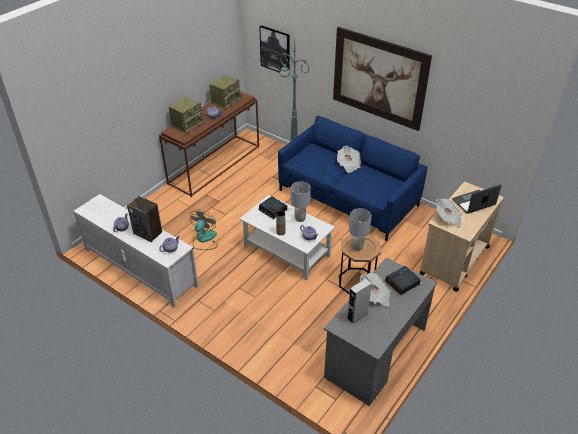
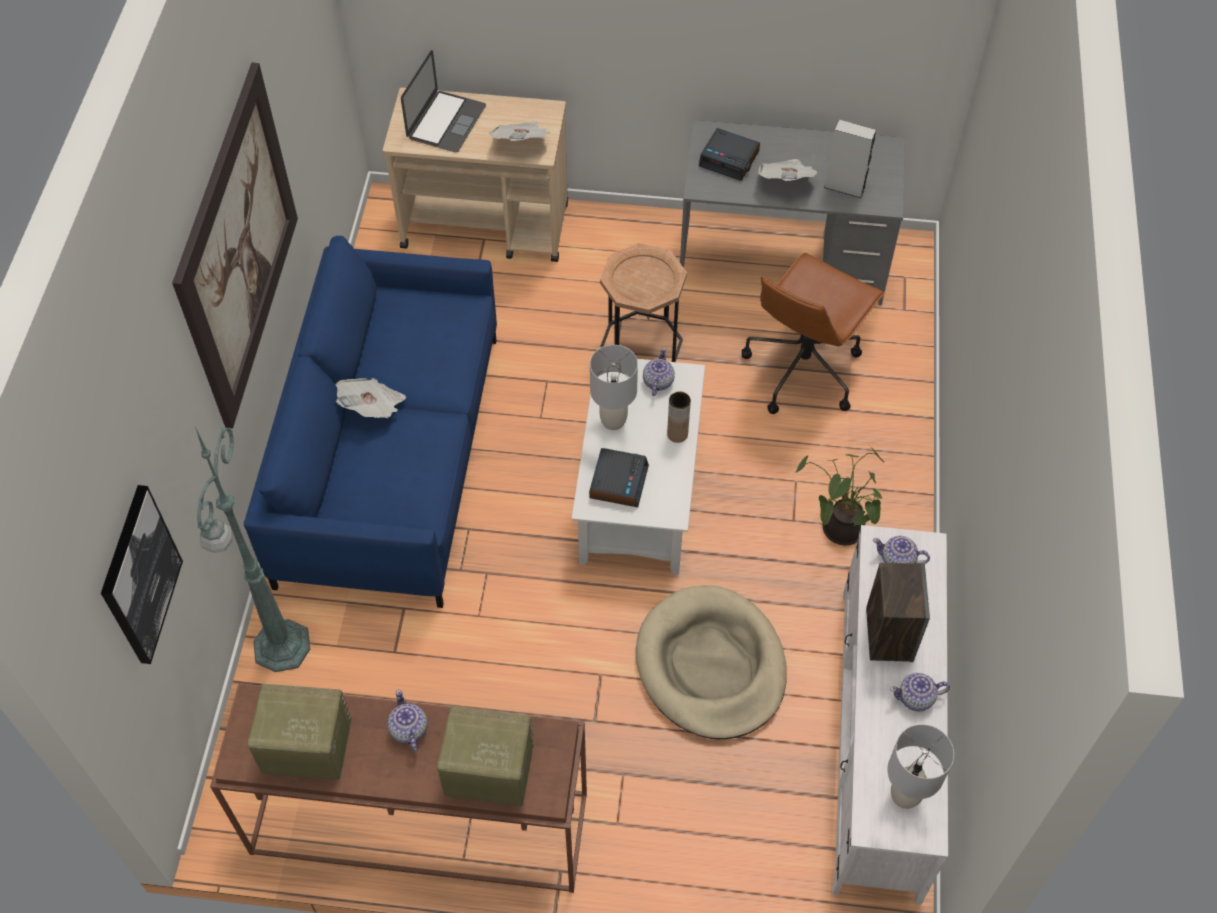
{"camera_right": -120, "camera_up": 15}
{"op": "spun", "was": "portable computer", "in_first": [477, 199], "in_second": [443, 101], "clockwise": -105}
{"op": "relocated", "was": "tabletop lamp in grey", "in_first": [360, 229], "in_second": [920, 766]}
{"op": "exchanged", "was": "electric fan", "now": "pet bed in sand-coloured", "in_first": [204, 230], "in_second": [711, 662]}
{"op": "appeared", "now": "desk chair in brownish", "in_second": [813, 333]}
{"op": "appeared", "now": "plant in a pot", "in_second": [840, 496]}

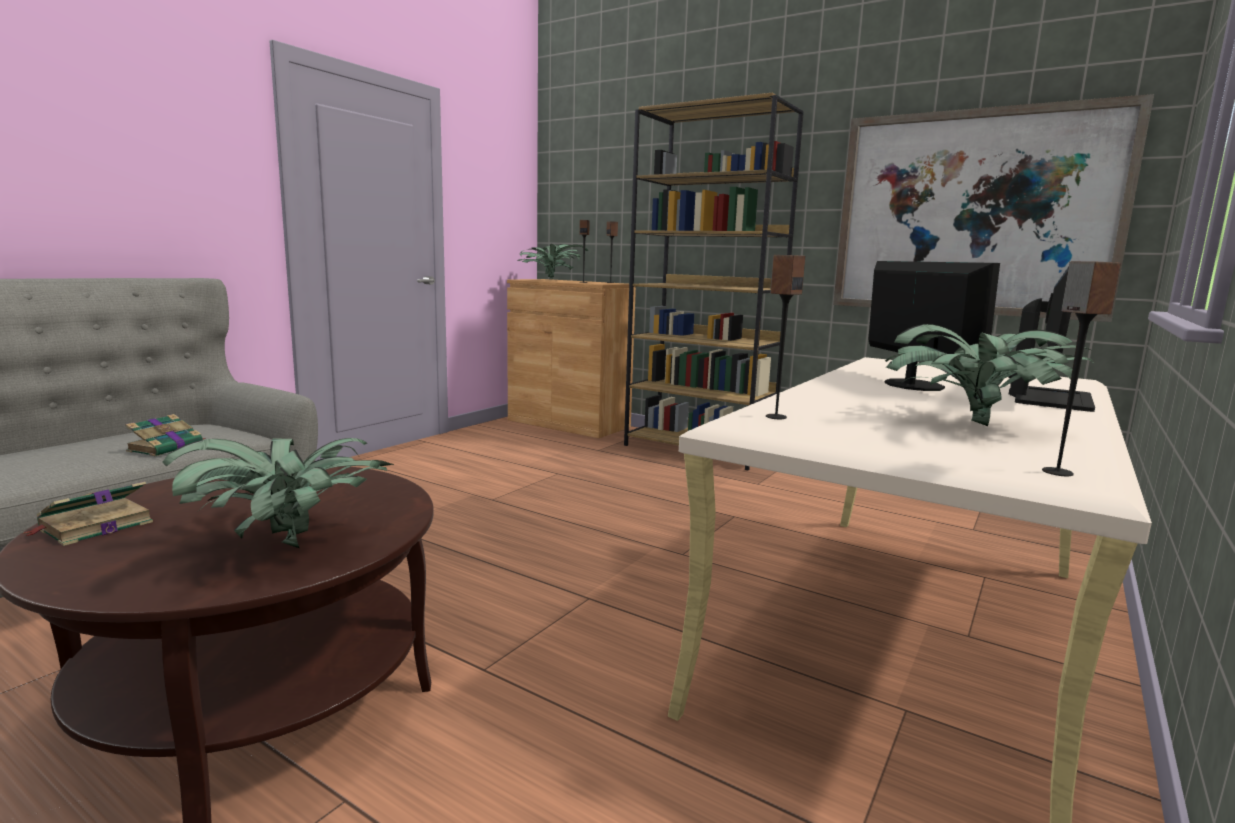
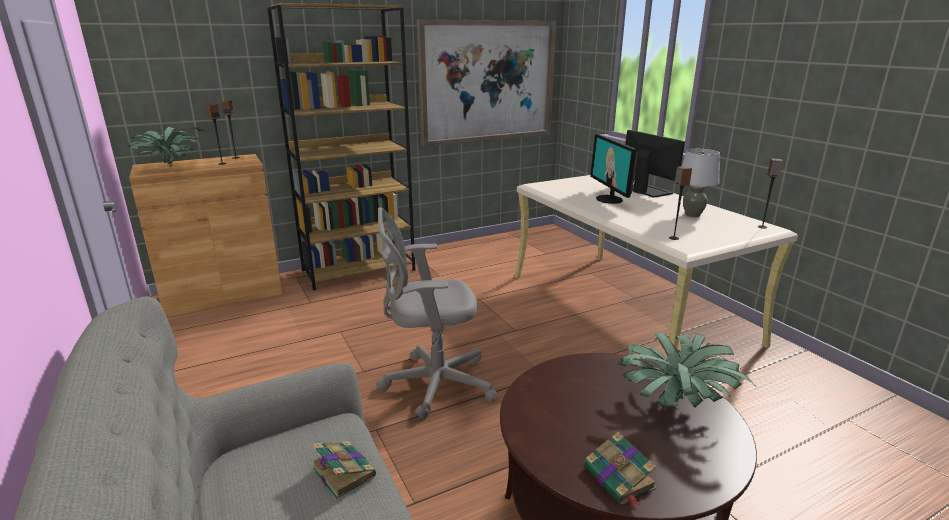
{"camera_right": -60, "camera_up": 10}
{"op": "spun", "was": "computer screen", "in_first": [934, 326], "in_second": [614, 169], "clockwise": -120}
{"op": "exchanged", "was": "plant in a pot", "now": "tabletop lamp in grey", "in_first": [990, 375], "in_second": [701, 183]}
{"op": "appeared", "now": "desk chair in grey", "in_second": [437, 313]}

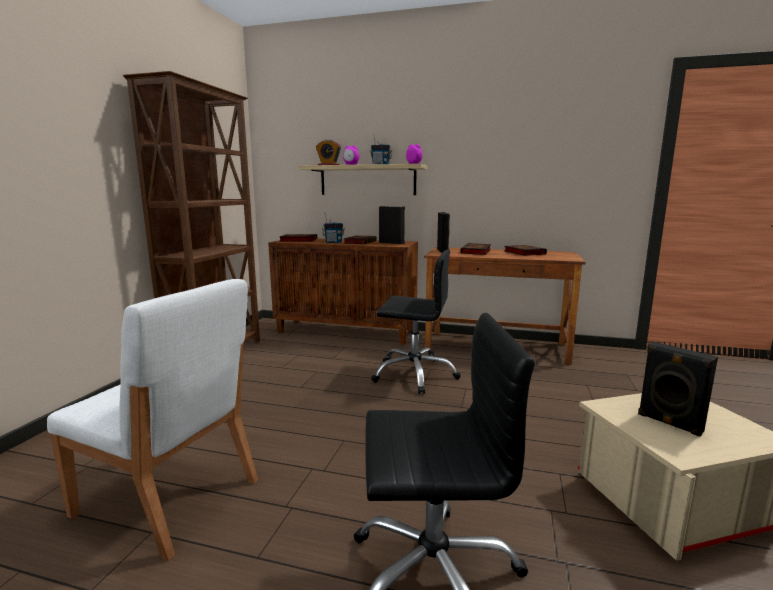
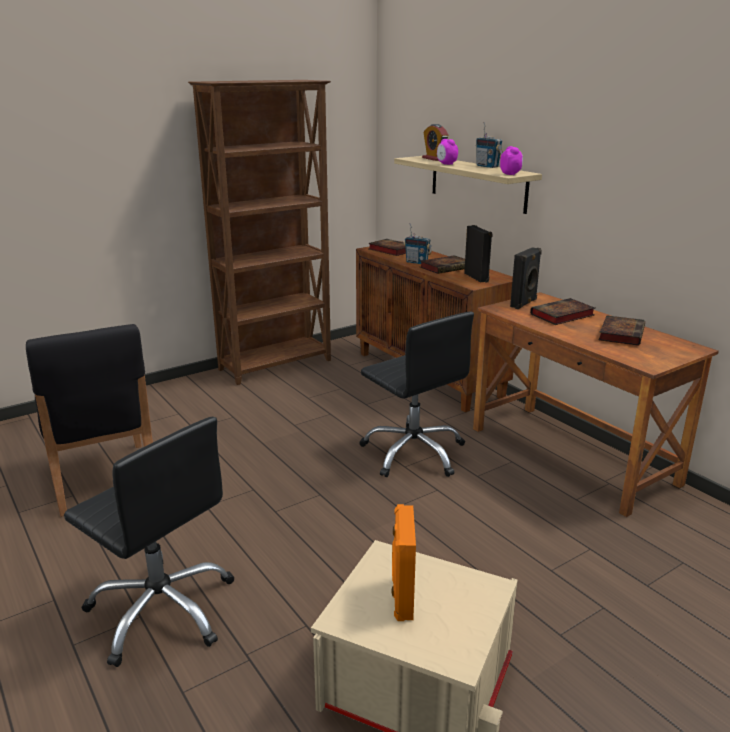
{"camera_right": 40, "camera_up": 10}
{"op": "colour", "was": "plain chair in whitish", "now": "plain chair in black", "in_first": [152, 420], "in_second": [89, 420]}
{"op": "colour", "was": "loudspeaker in black", "now": "loudspeaker in orange-coloured", "in_first": [678, 389], "in_second": [404, 562]}

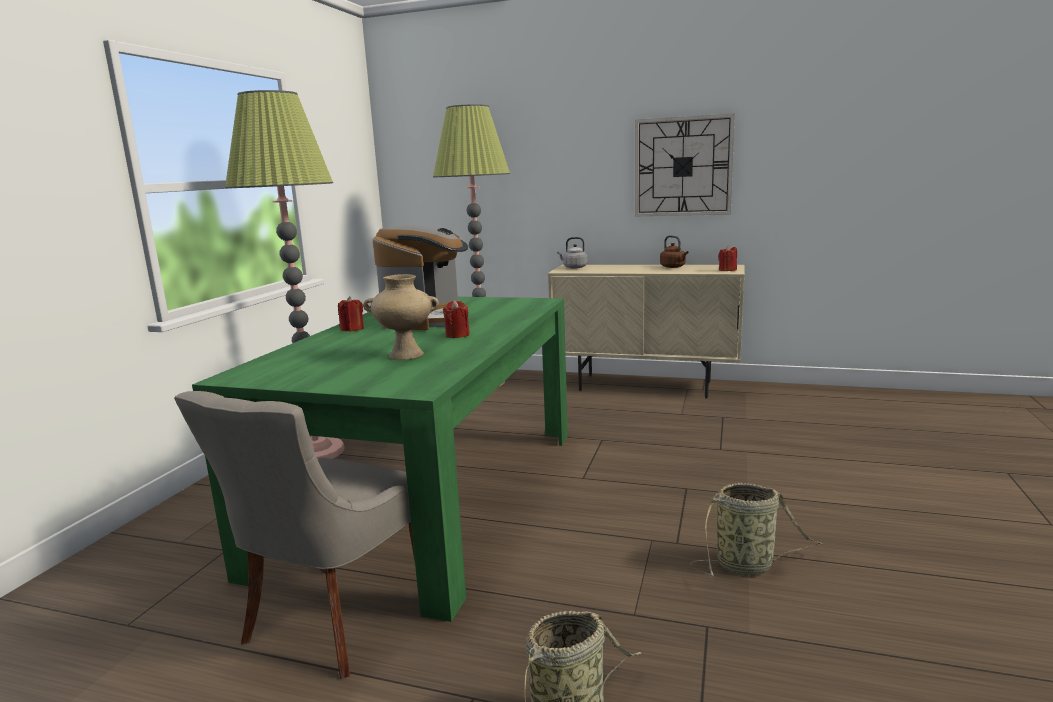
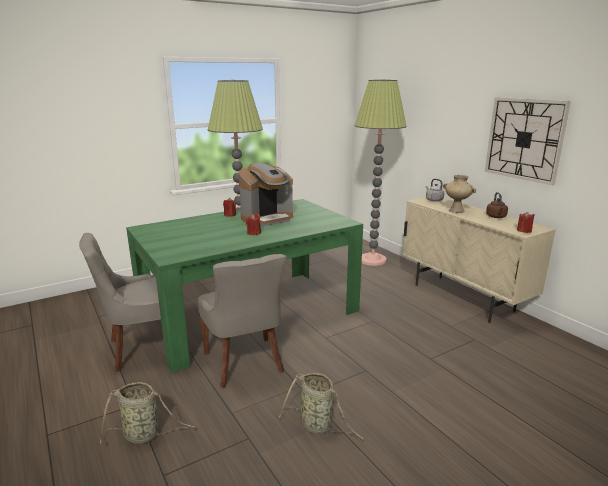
{"camera_right": 40, "camera_up": 5}
{"op": "relocated", "was": "decorative vase in sand-coloured", "in_first": [401, 317], "in_second": [459, 194]}
{"op": "appeared", "now": "plain chair in grey", "in_second": [241, 321]}

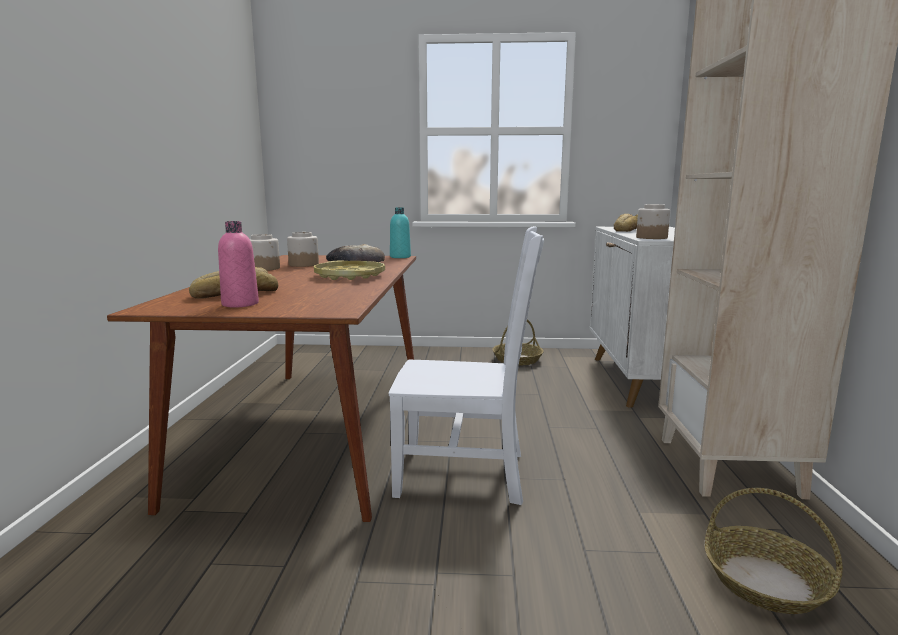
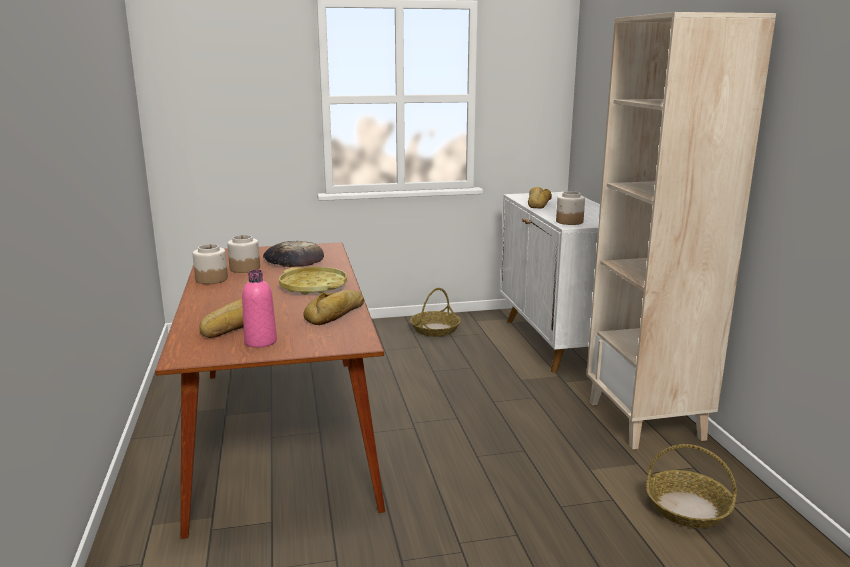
{"camera_right": -15, "camera_up": 5}
{"op": "missing", "was": "drink bottle in blue-green", "in_first": [400, 232]}
{"op": "missing", "was": "plain chair in whitish", "in_first": [466, 365]}
{"op": "appeared", "now": "baked bread", "in_second": [333, 307]}

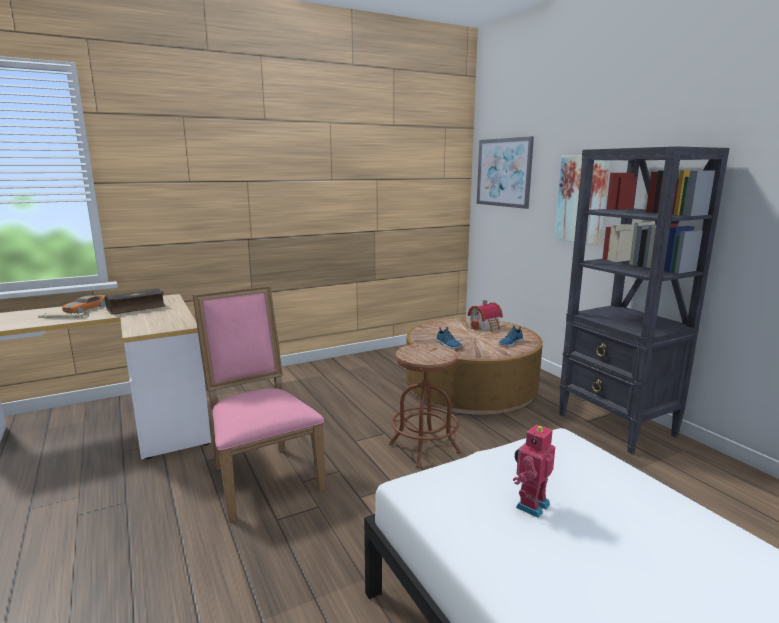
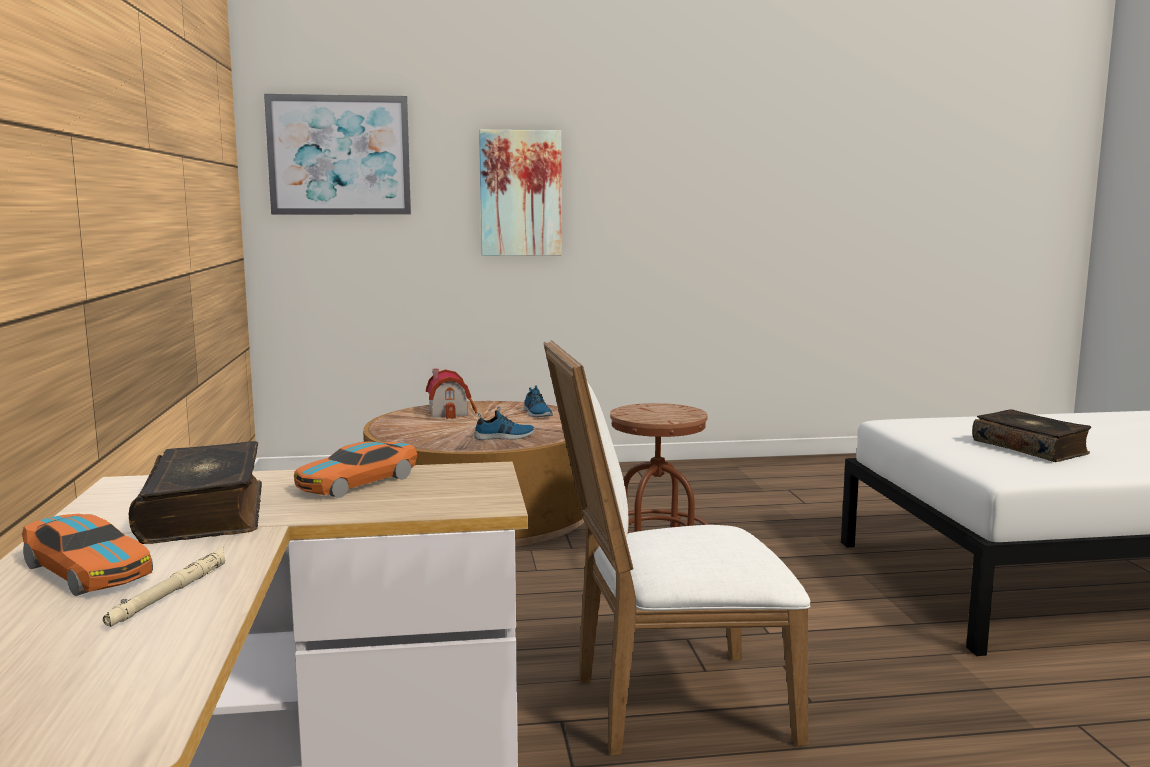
{"camera_right": -70, "camera_up": -5}
{"op": "missing", "was": "shelving unit in black", "in_first": [644, 300]}
{"op": "colour", "was": "plain chair in pink", "now": "plain chair in whitish", "in_first": [259, 404], "in_second": [676, 548]}
{"op": "exchanged", "was": "model robot", "now": "bound book", "in_first": [534, 470], "in_second": [1031, 435]}
{"op": "appeared", "now": "toy car", "in_second": [355, 469]}

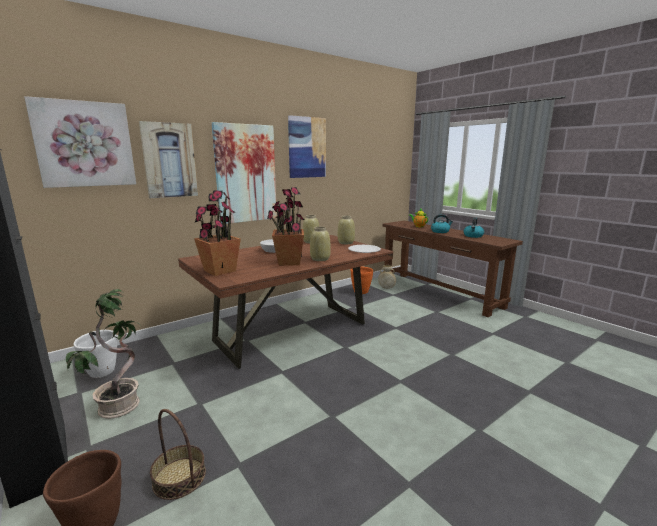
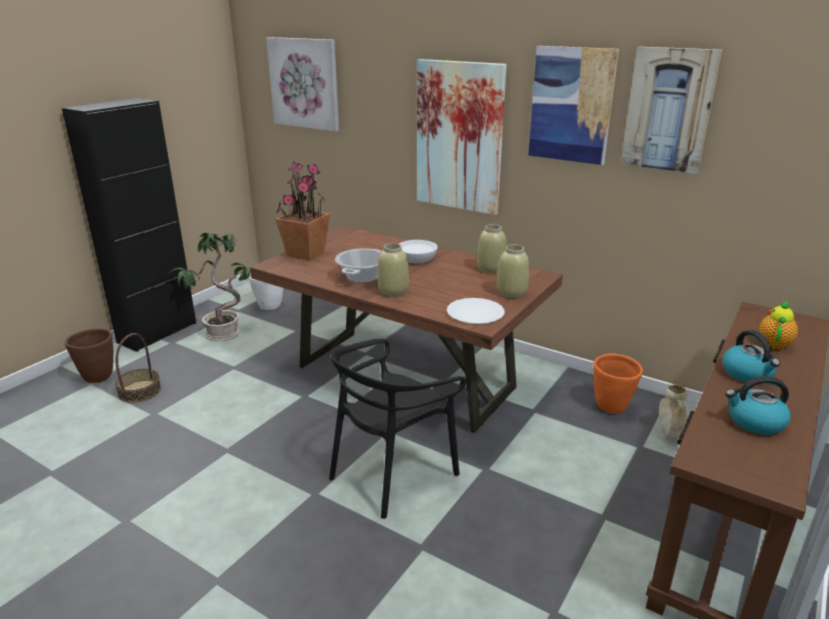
{"camera_right": 70, "camera_up": 10}
{"op": "relocated", "was": "wall picture", "in_first": [168, 159], "in_second": [671, 110]}
{"op": "exchanged", "was": "plant in a pot", "now": "cooking pot", "in_first": [286, 226], "in_second": [358, 265]}
{"op": "appeared", "now": "plain chair in black", "in_second": [397, 428]}

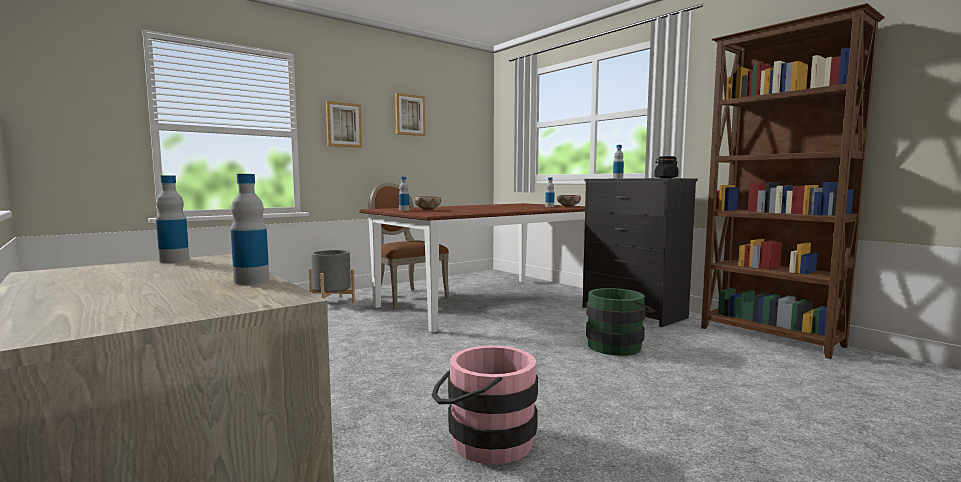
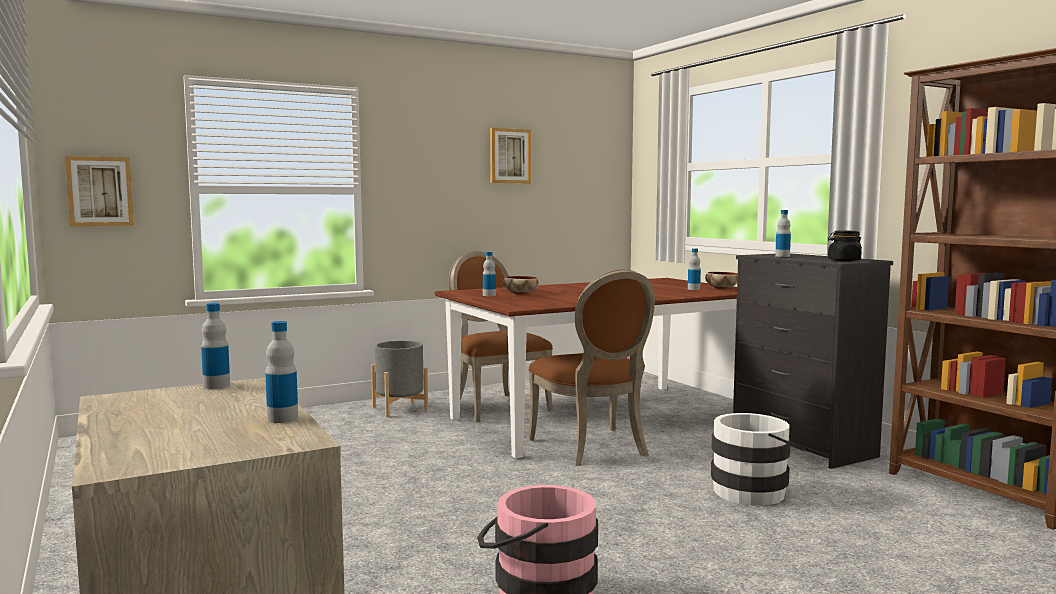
{"camera_right": 10, "camera_up": 0}
{"op": "relocated", "was": "wall picture", "in_first": [344, 124], "in_second": [99, 191]}
{"op": "colour", "was": "water bucket in greenish", "now": "water bucket in whitish", "in_first": [620, 322], "in_second": [758, 459]}
{"op": "appeared", "now": "plain chair in brownish", "in_second": [591, 367]}

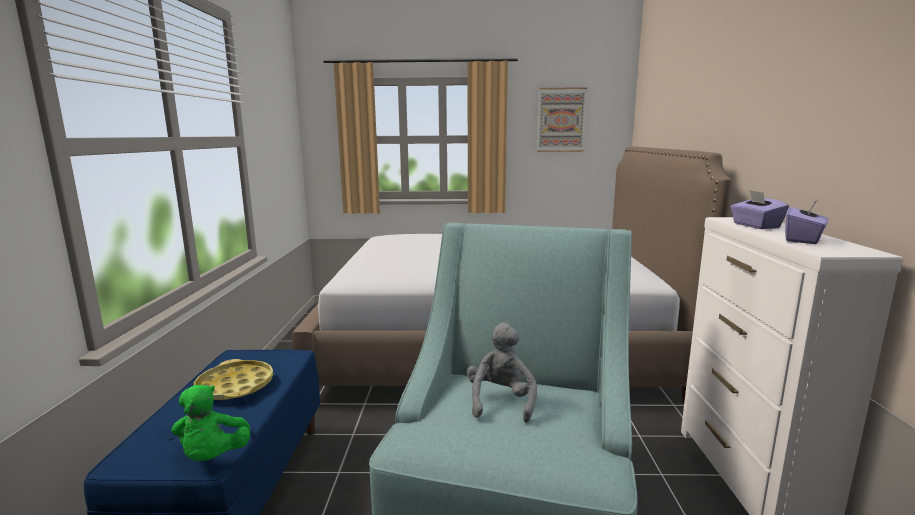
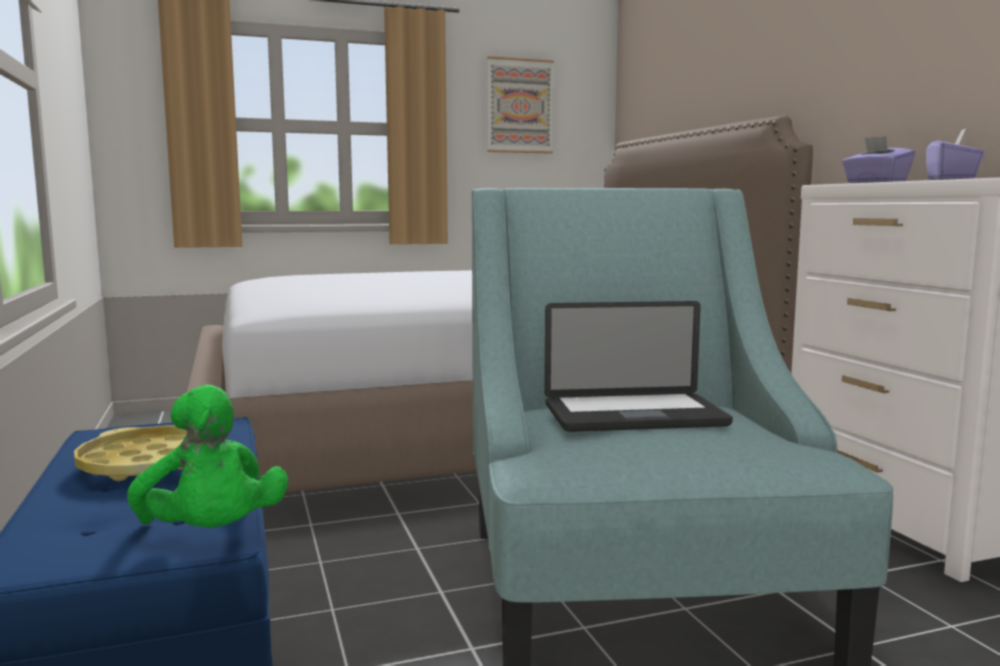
{"camera_right": -20, "camera_up": -5}
{"op": "exchanged", "was": "plush toy in grey", "now": "portable computer", "in_first": [502, 372], "in_second": [638, 366]}

